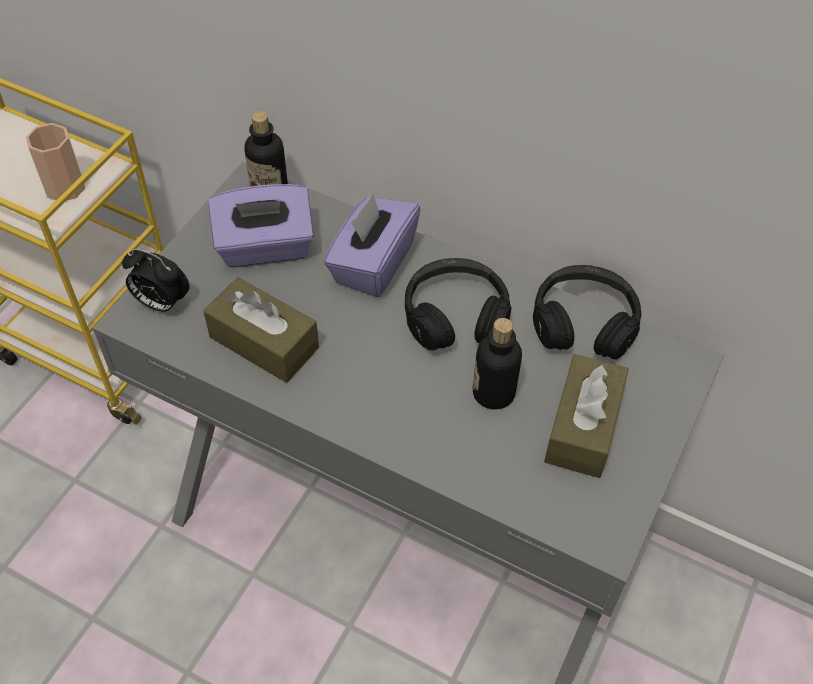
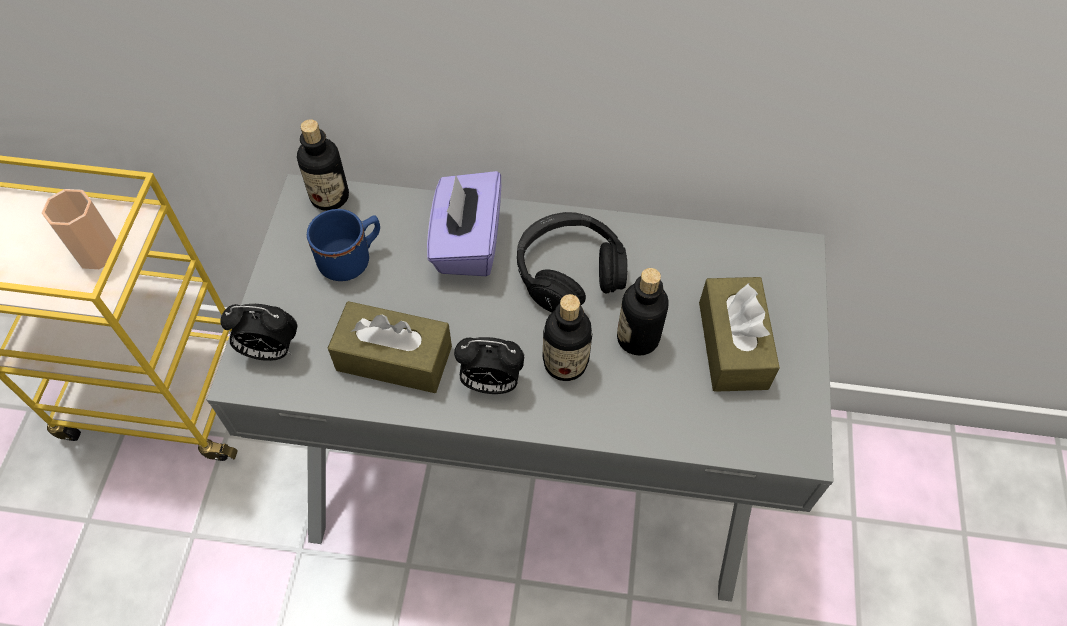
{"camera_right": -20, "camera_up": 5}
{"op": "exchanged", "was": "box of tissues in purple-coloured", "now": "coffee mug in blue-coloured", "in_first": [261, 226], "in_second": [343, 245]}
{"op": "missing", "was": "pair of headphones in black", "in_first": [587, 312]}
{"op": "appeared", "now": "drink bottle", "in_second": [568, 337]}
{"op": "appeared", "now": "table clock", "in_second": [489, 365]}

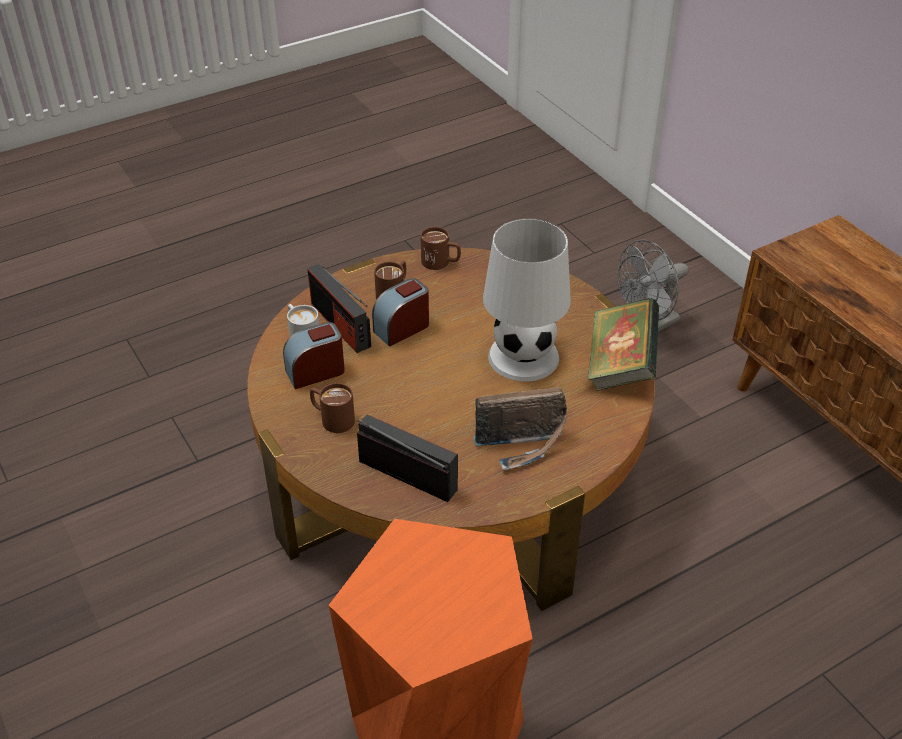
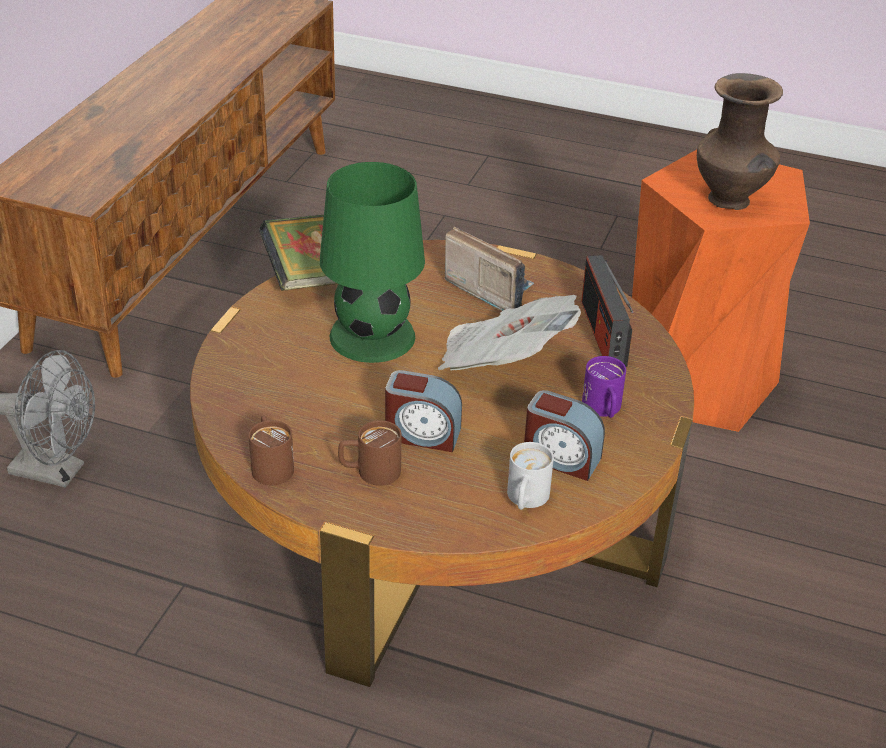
{"camera_right": -130, "camera_up": -5}
{"op": "colour", "was": "tabletop lamp in whitish", "now": "tabletop lamp in greenish", "in_first": [527, 300], "in_second": [372, 262]}
{"op": "missing", "was": "radio receiver", "in_first": [339, 308]}
{"op": "colour", "was": "coffee mug in brownish", "now": "coffee mug in purple-coloured", "in_first": [332, 408], "in_second": [604, 387]}
{"op": "appeared", "now": "decorative vase in brownish", "in_second": [740, 141]}
{"op": "appeared", "now": "newspaper", "in_second": [509, 332]}

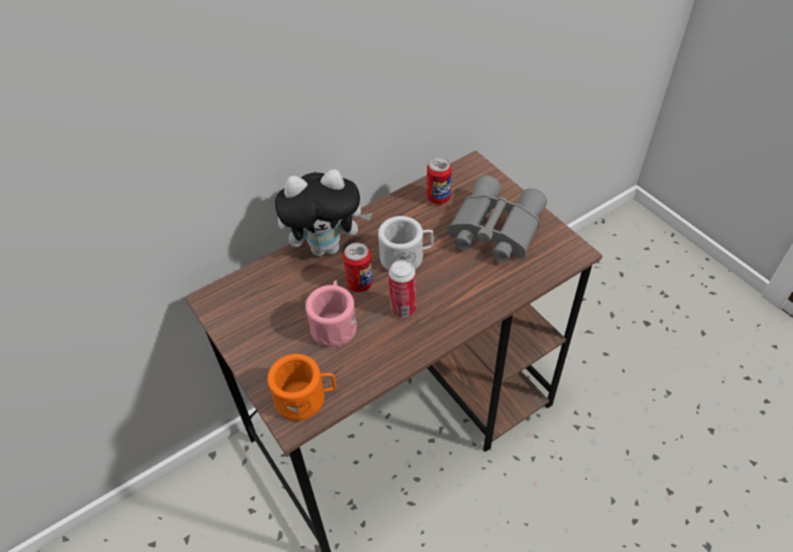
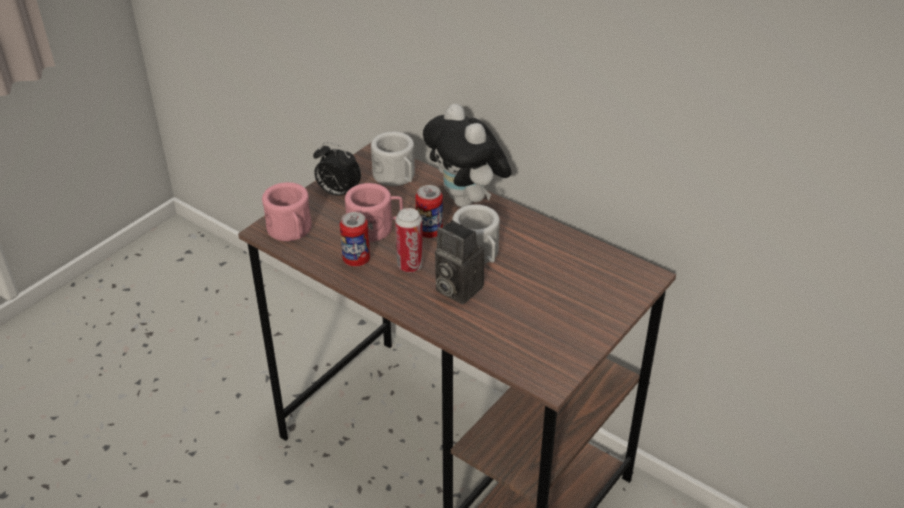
{"camera_right": 70, "camera_up": -10}
{"op": "relocated", "was": "can", "in_first": [439, 180], "in_second": [355, 239]}
{"op": "missing", "was": "pair of binoculars in grey", "in_first": [497, 219]}
{"op": "colour", "was": "coffee mug in orange-coloured", "now": "coffee mug in pink", "in_first": [301, 387], "in_second": [287, 211]}
{"op": "appeared", "now": "coffee mug in whitish", "in_second": [393, 159]}
{"op": "appeared", "now": "table clock", "in_second": [337, 169]}
{"op": "appeared", "now": "photo camera", "in_second": [460, 262]}

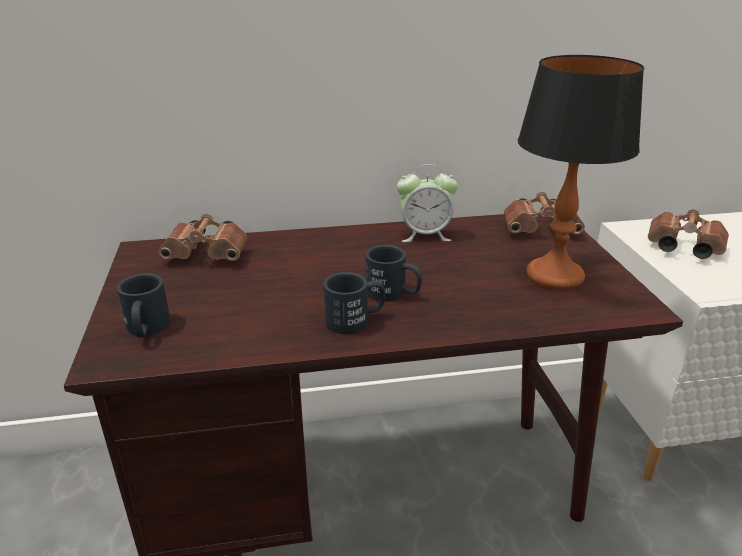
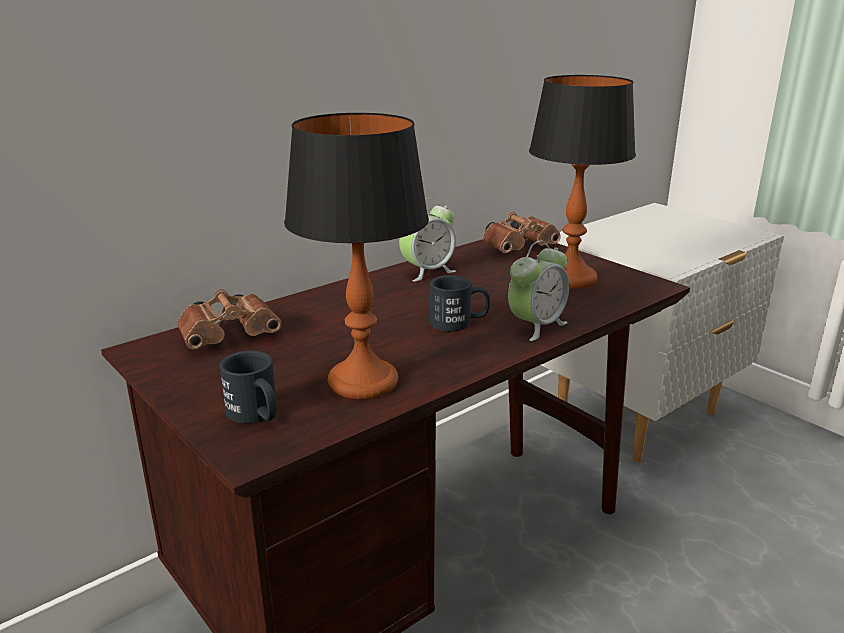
{"camera_right": -30, "camera_up": -5}
{"op": "missing", "was": "pair of binoculars in brownish", "in_first": [688, 234]}
{"op": "missing", "was": "coffee mug in black", "in_first": [354, 303]}
{"op": "appeared", "now": "tabletop lamp", "in_second": [356, 256]}
{"op": "appeared", "now": "table clock", "in_second": [538, 290]}

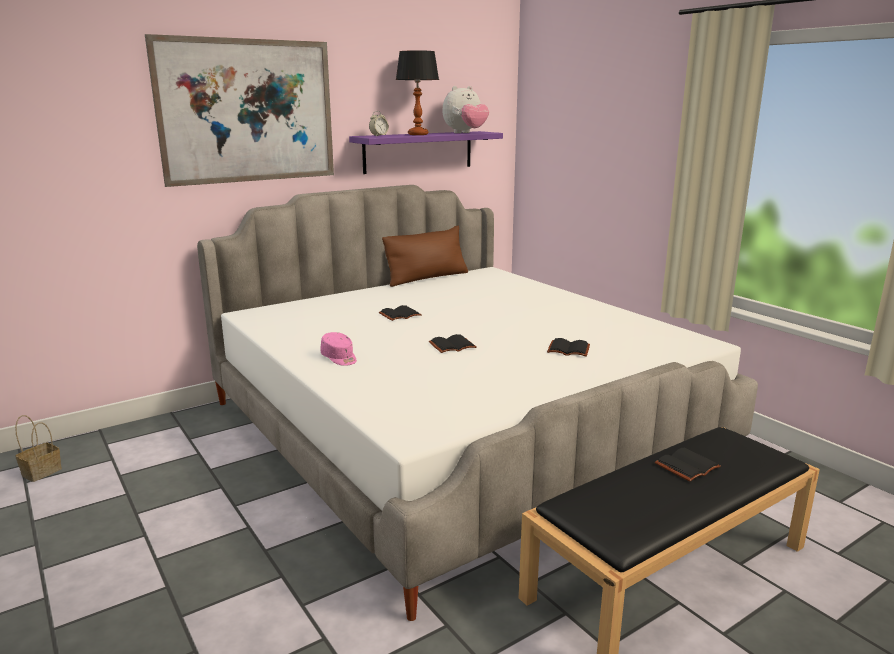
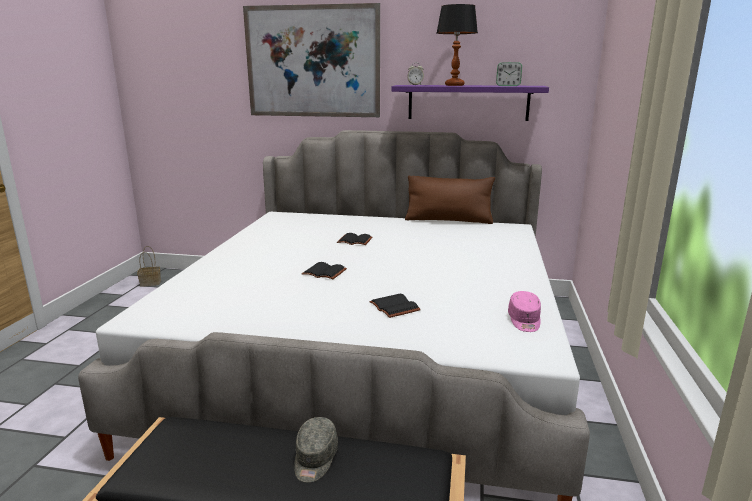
{"camera_right": 45, "camera_up": 0}
{"op": "exchanged", "was": "plush toy", "now": "table clock", "in_first": [466, 109], "in_second": [509, 74]}
{"op": "relocated", "was": "peaked cap in pink", "in_first": [339, 349], "in_second": [524, 311]}
{"op": "exchanged", "was": "bound book in black", "now": "peaked cap in grey", "in_first": [688, 464], "in_second": [316, 450]}

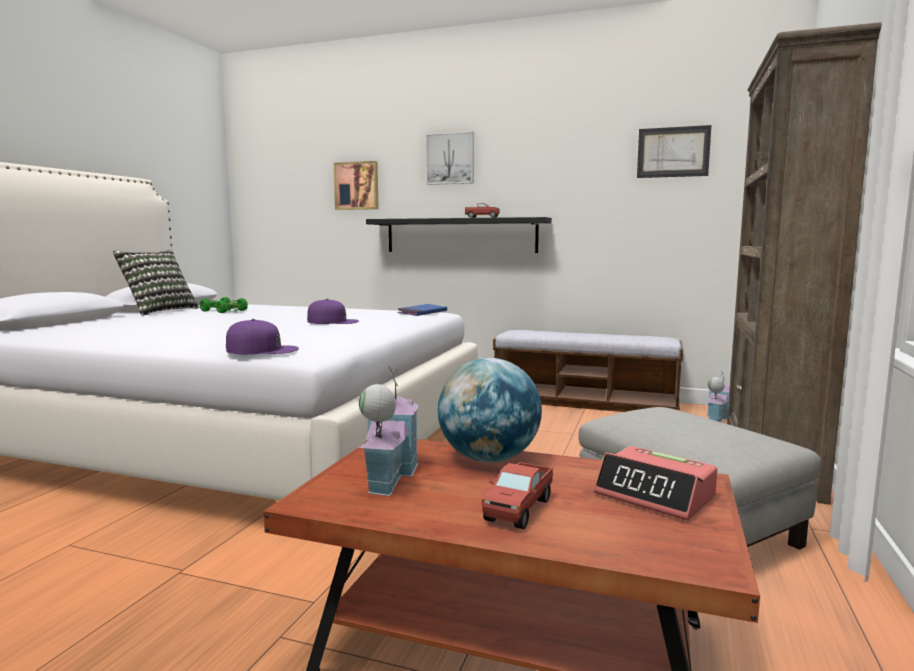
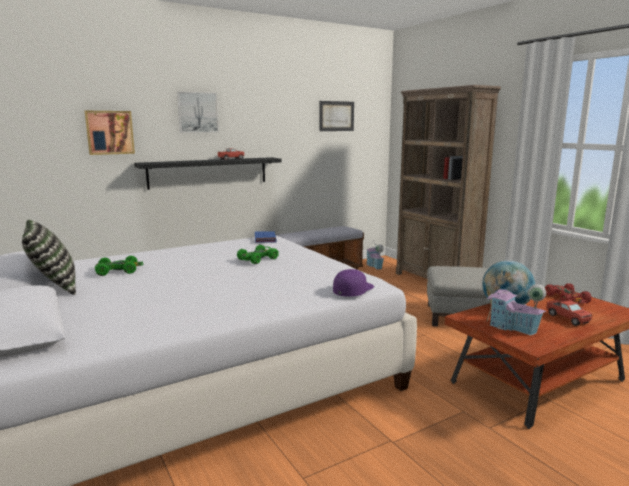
{"camera_right": -50, "camera_up": 5}
{"op": "exchanged", "was": "peaked cap in purple-coloured", "now": "toy car in greenish", "in_first": [333, 311], "in_second": [258, 254]}
{"op": "exchanged", "was": "table clock", "now": "toy car in red", "in_first": [655, 483], "in_second": [568, 293]}

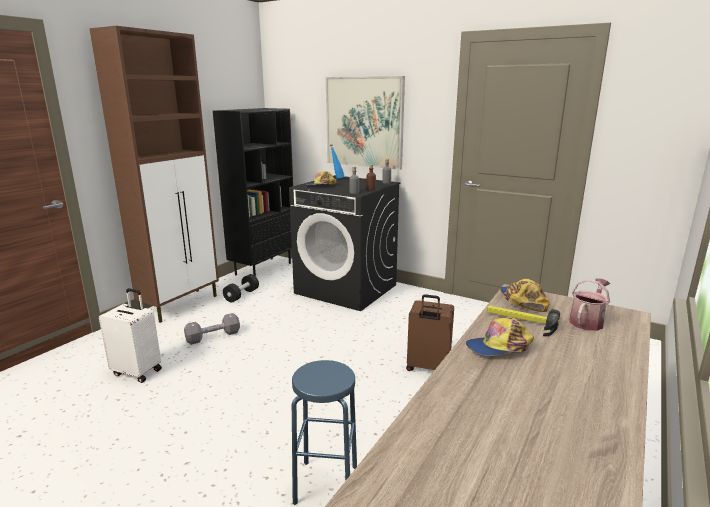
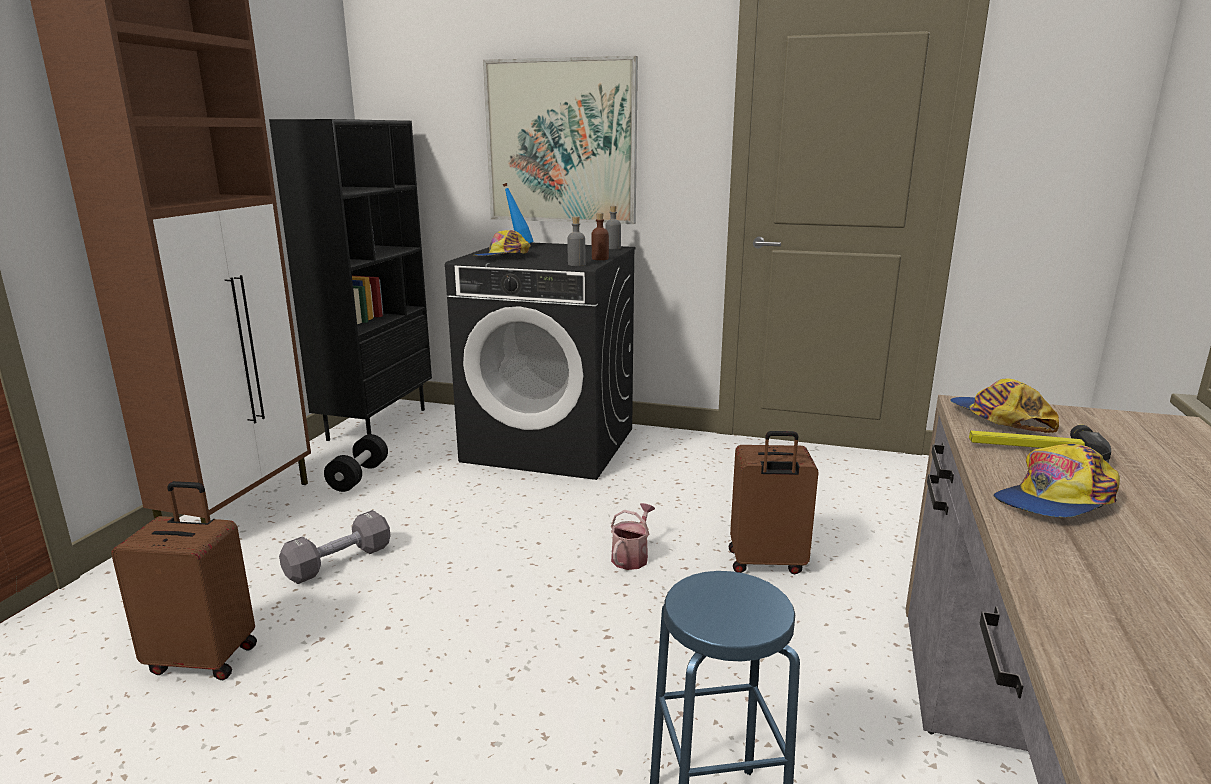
{"camera_right": -15, "camera_up": 0}
{"op": "relocated", "was": "sprinkling can", "in_first": [590, 304], "in_second": [633, 536]}
{"op": "colour", "was": "piece of luggage in whitish", "now": "piece of luggage in brownish", "in_first": [130, 335], "in_second": [184, 580]}

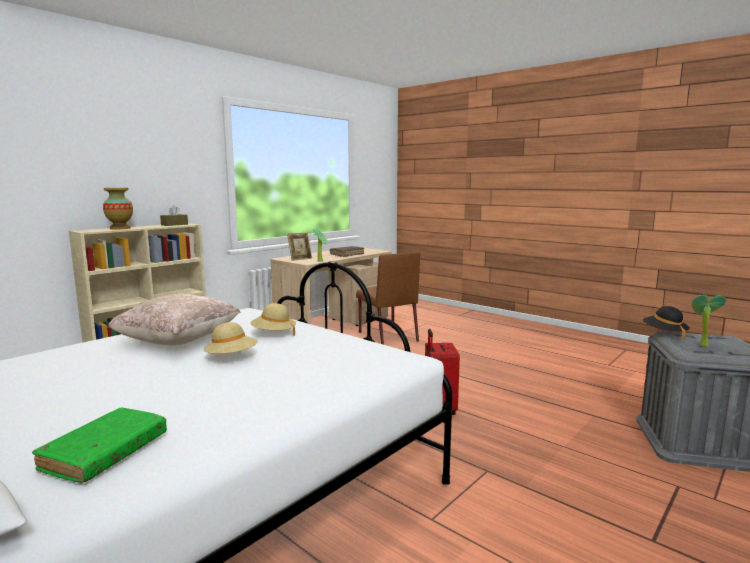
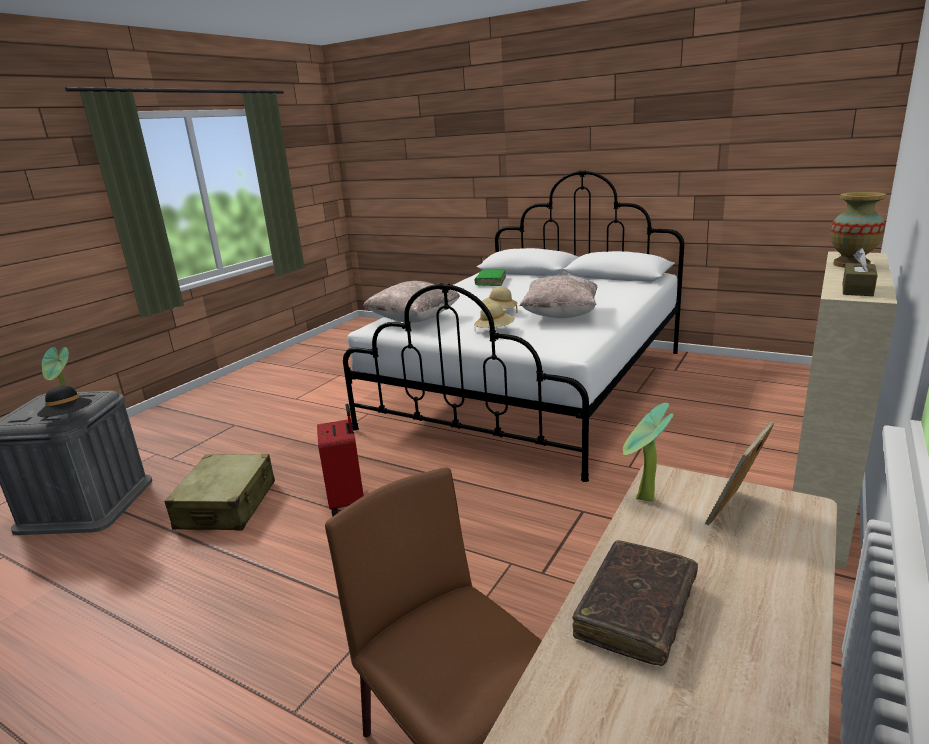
{"camera_right": 170, "camera_up": 10}
{"op": "appeared", "now": "throw pillow in sand-coloured", "in_second": [411, 302]}
{"op": "appeared", "now": "piece of luggage in sand-coloured", "in_second": [220, 492]}

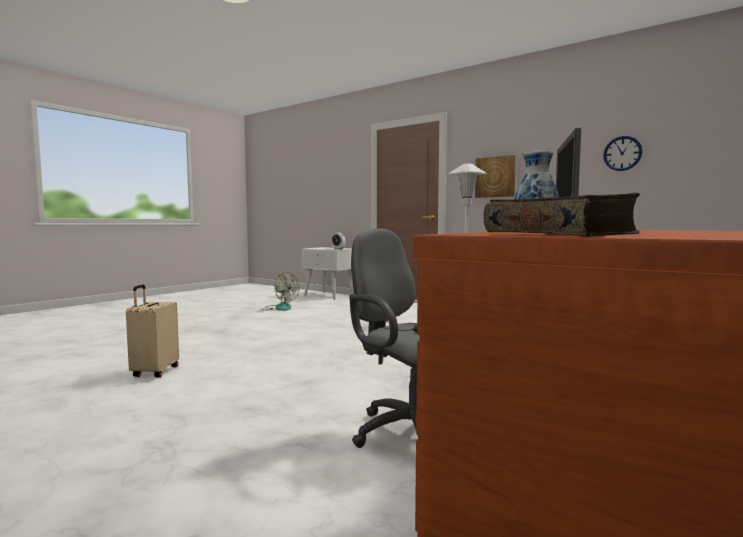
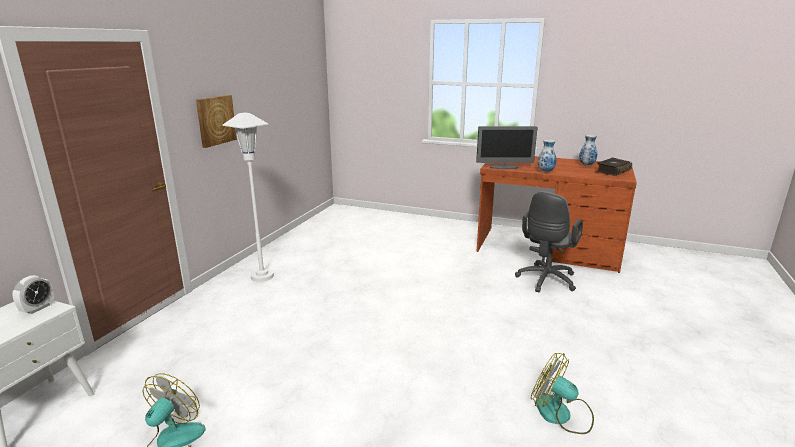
{"camera_right": -105, "camera_up": 15}
{"op": "missing", "was": "hanging clock", "in_first": [622, 153]}
{"op": "exchanged", "was": "piece of luggage in sand-coloured", "now": "electric fan", "in_first": [152, 331], "in_second": [562, 393]}
{"op": "appeared", "now": "decorative vase", "in_second": [588, 150]}

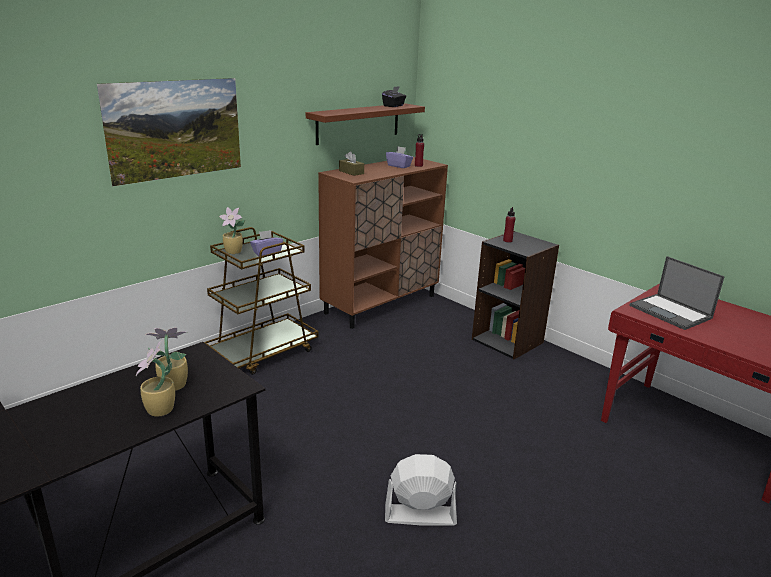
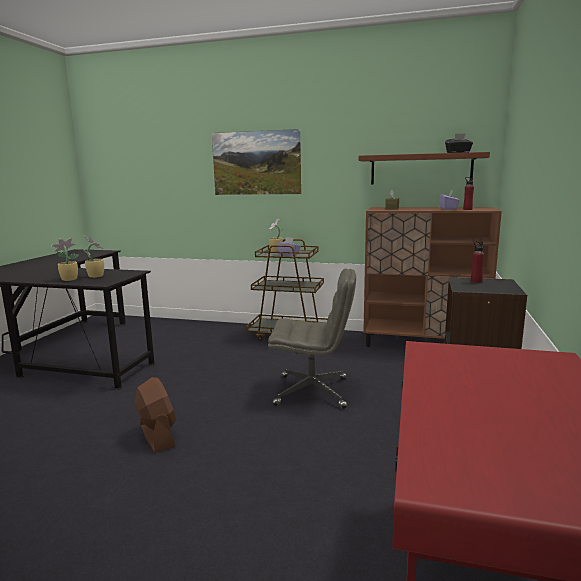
{"camera_right": 60, "camera_up": -10}
{"op": "missing", "was": "portable computer", "in_first": [677, 293]}
{"op": "colour", "was": "electric fan in whitish", "now": "electric fan in brownish", "in_first": [421, 490], "in_second": [155, 415]}
{"op": "appeared", "now": "desk chair in grey", "in_second": [312, 339]}

